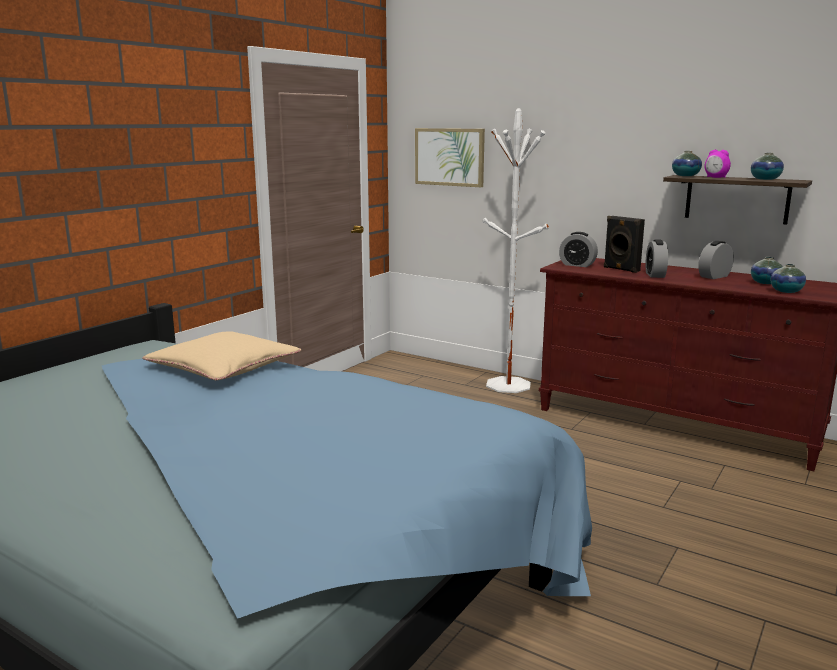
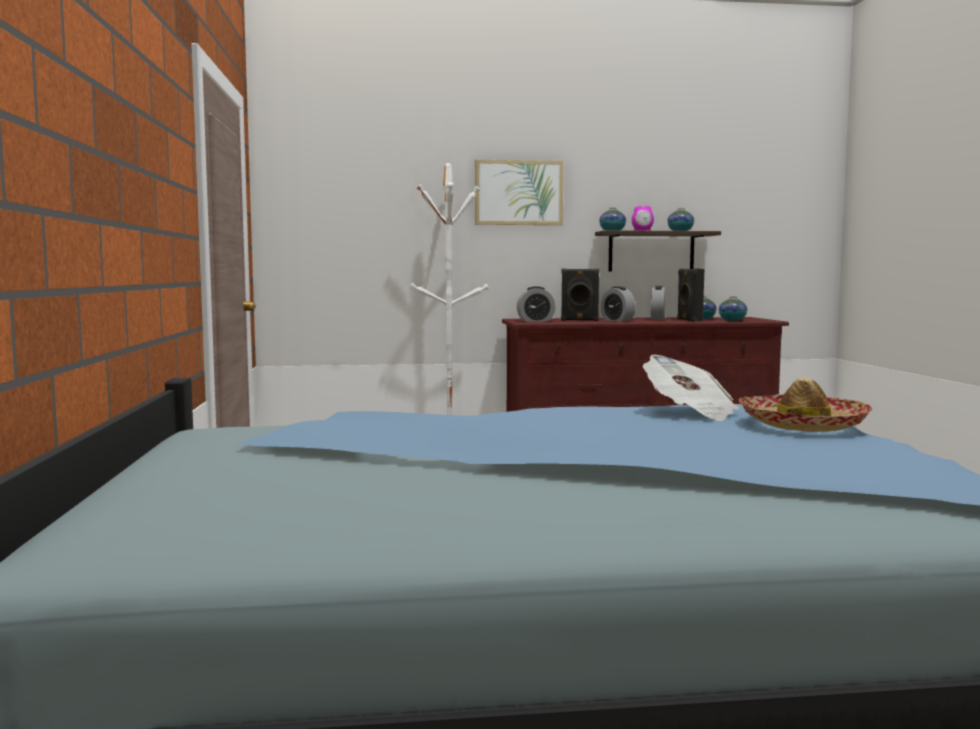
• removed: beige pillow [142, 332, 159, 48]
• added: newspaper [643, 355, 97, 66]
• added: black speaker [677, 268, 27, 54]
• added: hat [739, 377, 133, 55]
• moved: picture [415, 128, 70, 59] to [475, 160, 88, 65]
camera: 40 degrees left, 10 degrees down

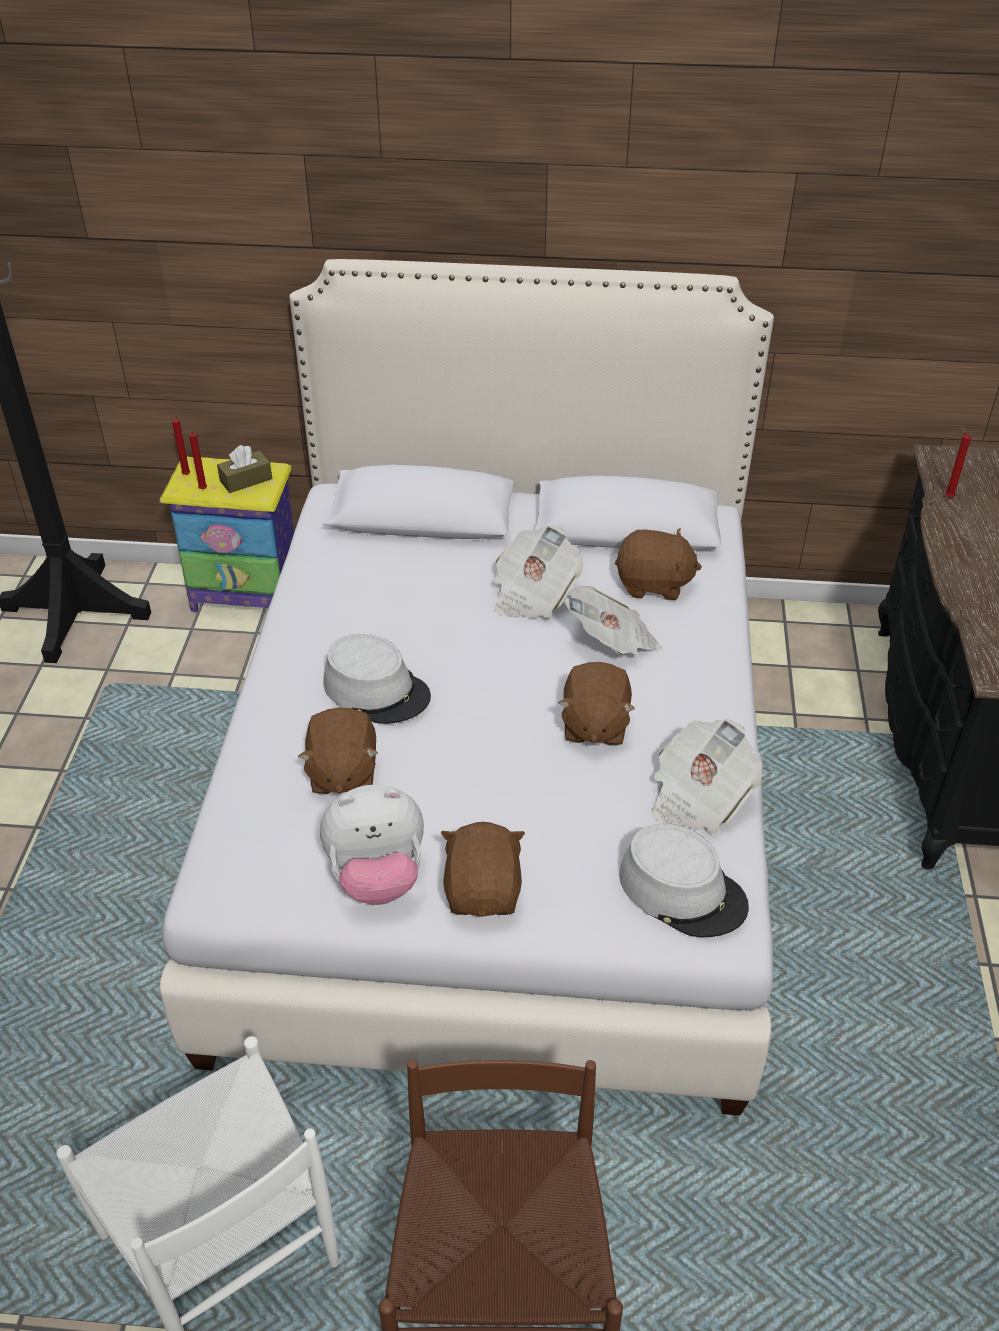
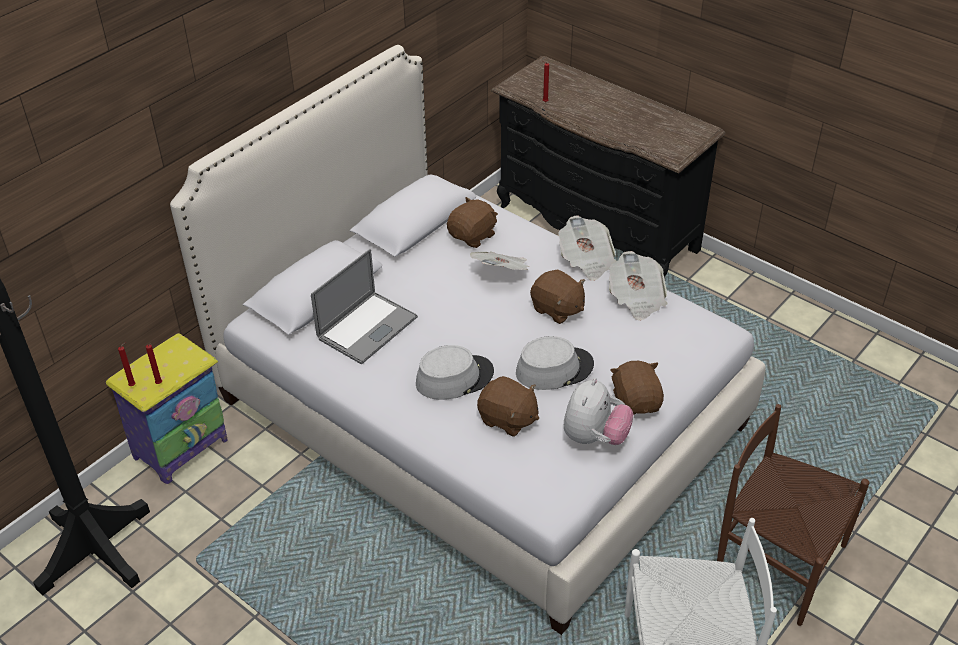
• removed: brown tissue box [217, 445, 55, 48]
• added: laptop [311, 249, 107, 115]
• moved: newspaper [493, 525, 90, 94] to [558, 215, 59, 66]
• moved: grey hat [619, 824, 130, 114] to [516, 336, 78, 54]
• turned: brown plush toy [441, 822, 84, 95] = [610, 361, 54, 54] 45 degrees clockwise
camera: 55 degrees left, 0 degrees up

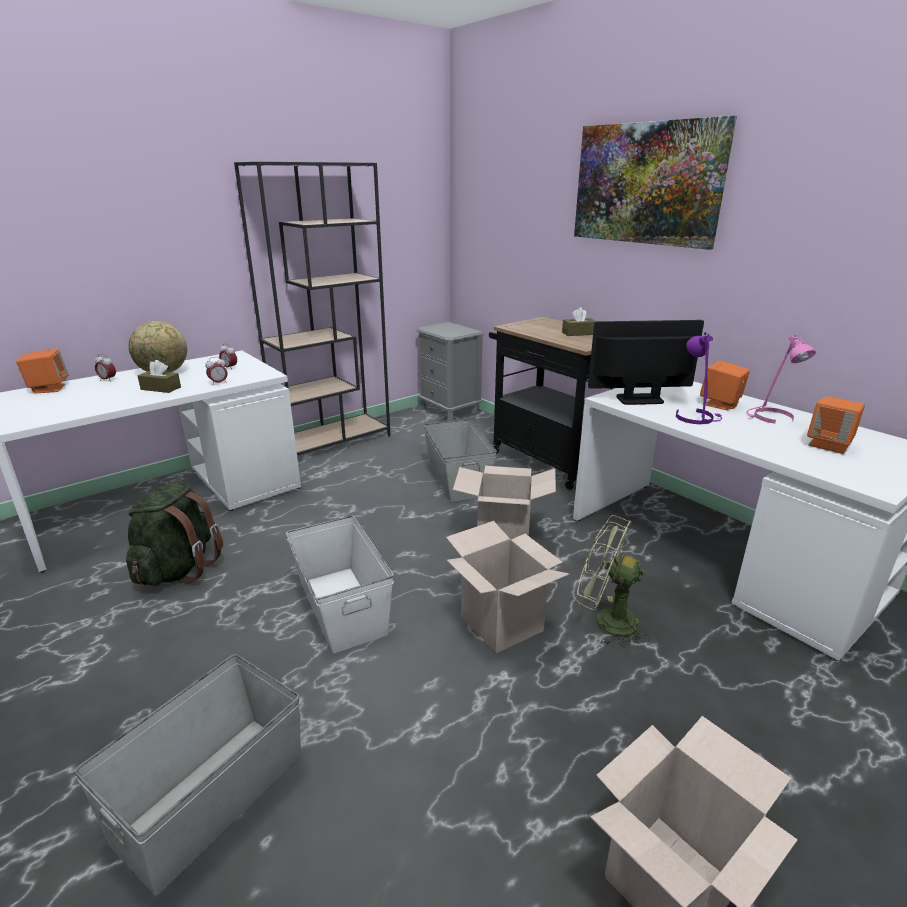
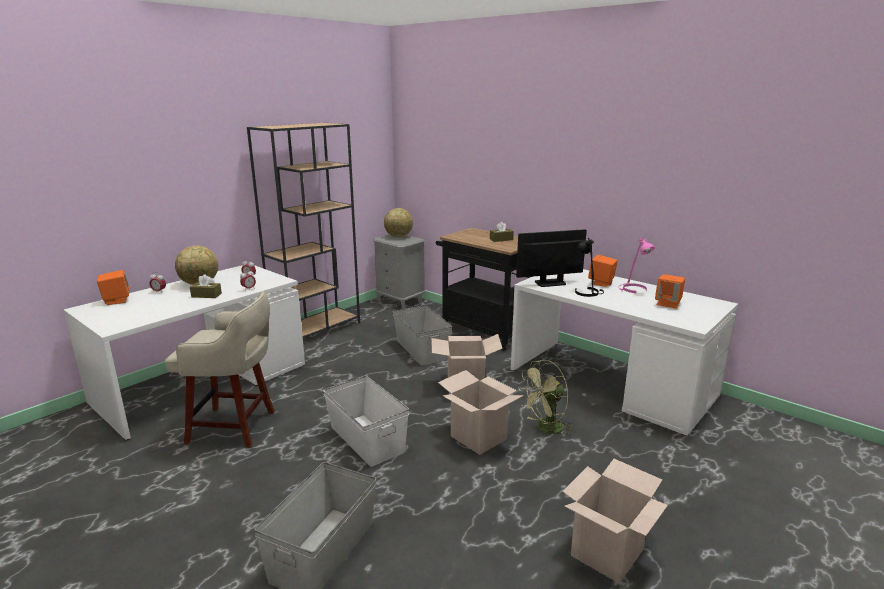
• removed: picture [574, 116, 163, 134]
• added: globe [384, 208, 29, 29]
• replaced: green backpack [126, 483, 97, 103] to beige stool [165, 291, 110, 157]
• recoloured: purple table lamp [676, 332, 46, 92] to black table lamp [575, 238, 29, 59]
• turned: green fan [576, 515, 74, 133] = [518, 360, 55, 79] 45 degrees counterclockwise
camera: 10 degrees left, 5 degrees down

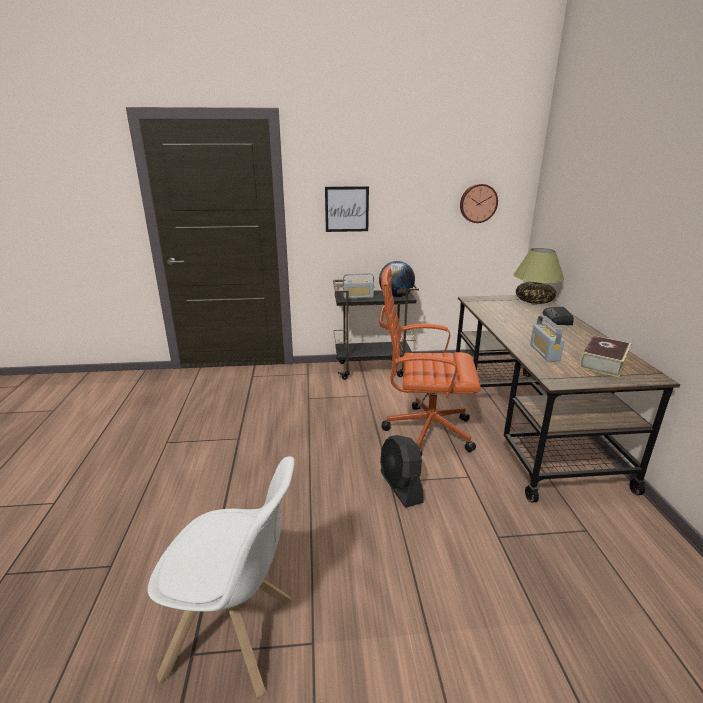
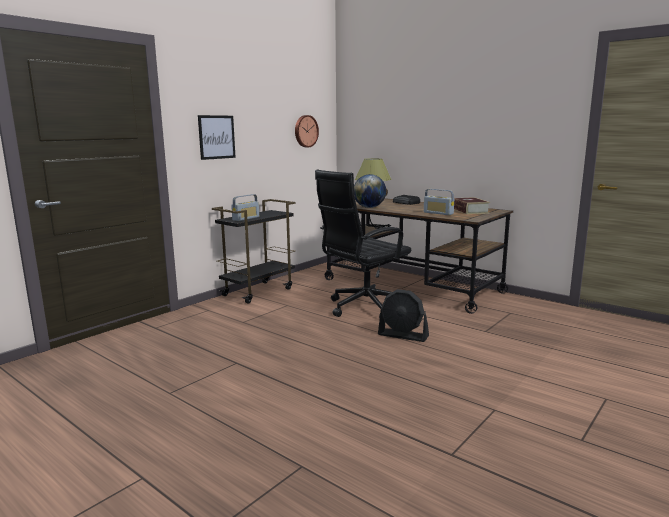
• removed: white chair [148, 456, 147, 242]
• moved: globe [379, 261, 36, 36] to [354, 174, 32, 34]
• recoloured: orange office chair [379, 266, 102, 191] to black office chair [315, 169, 96, 150]
camera: 45 degrees left, 10 degrees down

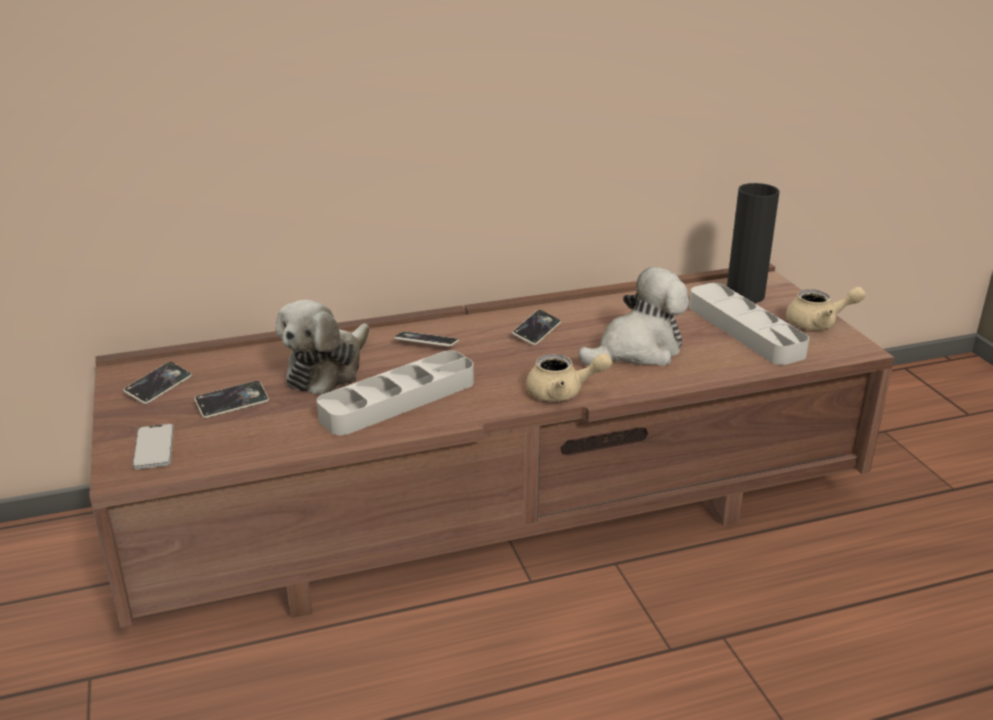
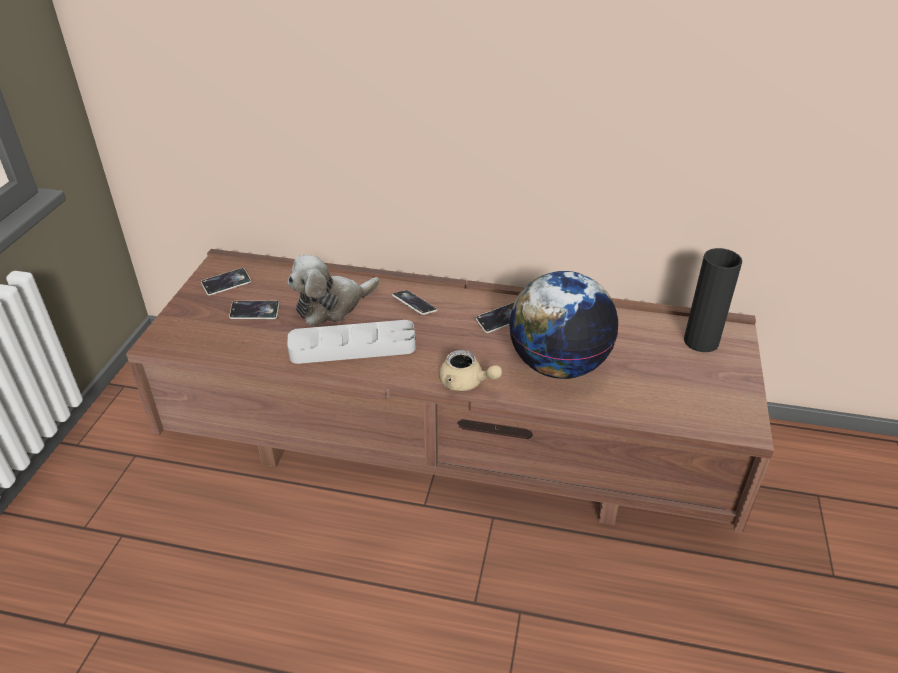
• removed: phone [133, 424, 41, 45]
• removed: grey tray [689, 283, 120, 82]
• removed: beige teapot [786, 287, 80, 43]
• replaced: plush toy [578, 267, 111, 99] to globe [509, 271, 109, 108]
camera: 30 degrees right, 10 degrees up

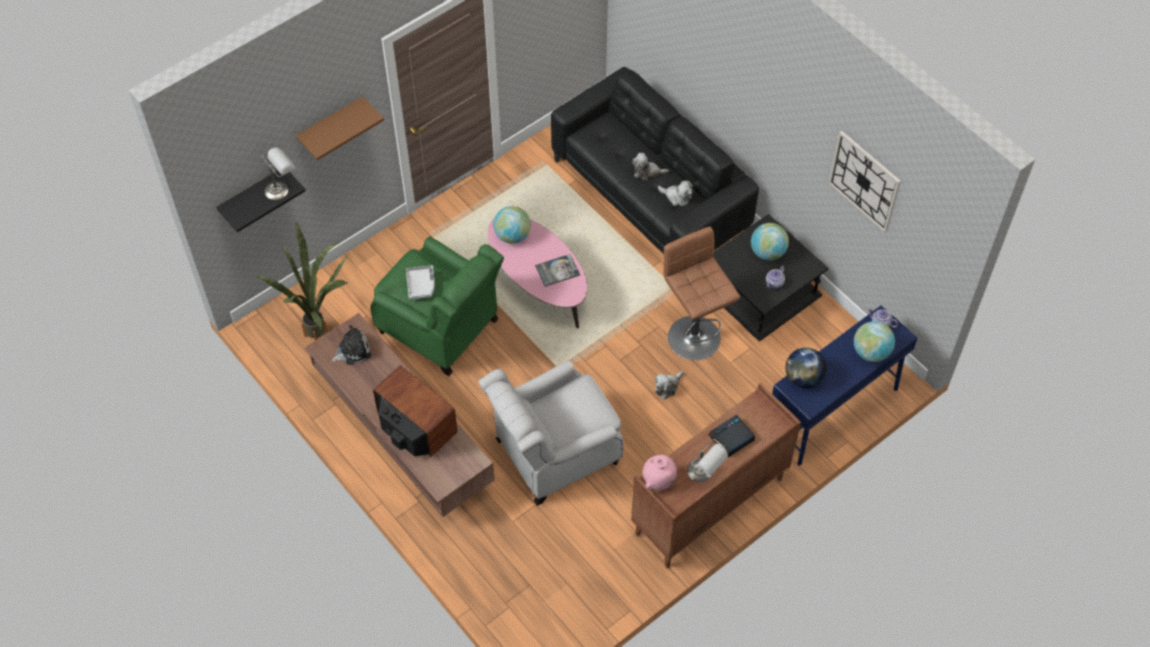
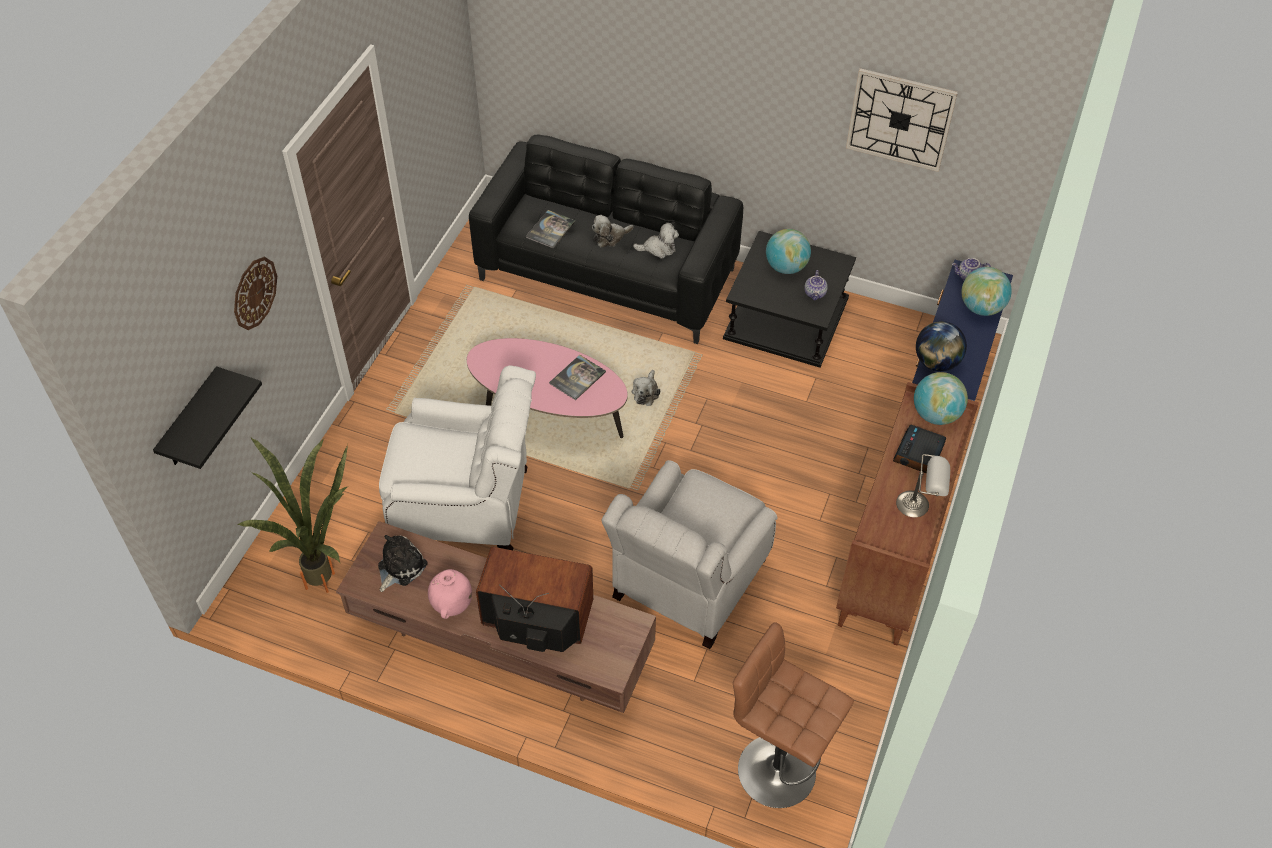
• removed: white table lamp [261, 147, 34, 53]
• removed: grey tray [406, 265, 29, 35]
• added: book [526, 210, 50, 38]
• moved: globe [493, 206, 38, 38] to [914, 372, 54, 53]
• moved: pink vase [643, 455, 34, 36] to [428, 569, 44, 50]
• moved: plush toy [655, 371, 29, 28] to [632, 370, 28, 36]
• moved: brown stool [663, 227, 77, 133] to [733, 622, 121, 186]
• replaced: brown shelf [296, 96, 88, 64] to wall clock [234, 257, 43, 73]
• recoloured: green armchair [371, 236, 133, 140] to white armchair [379, 365, 157, 185]
camera: 30 degrees left, 5 degrees down

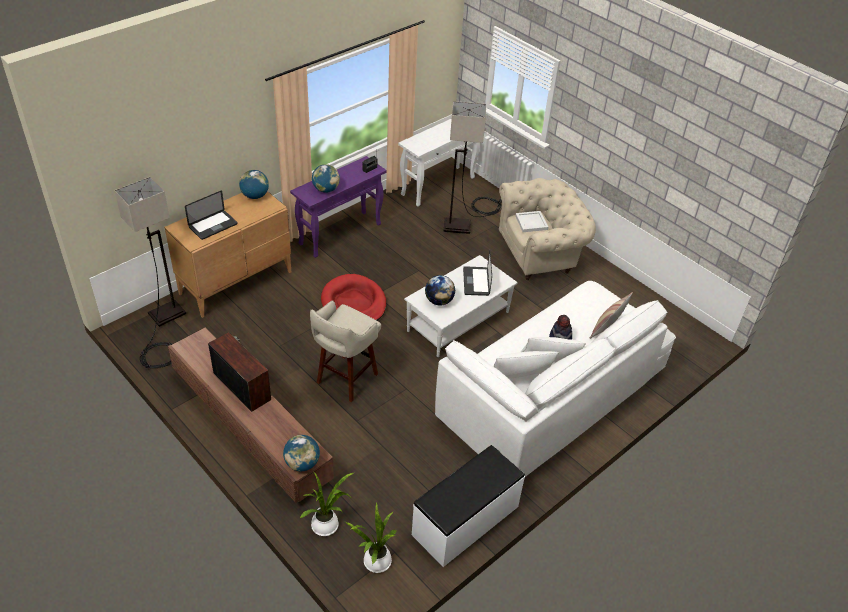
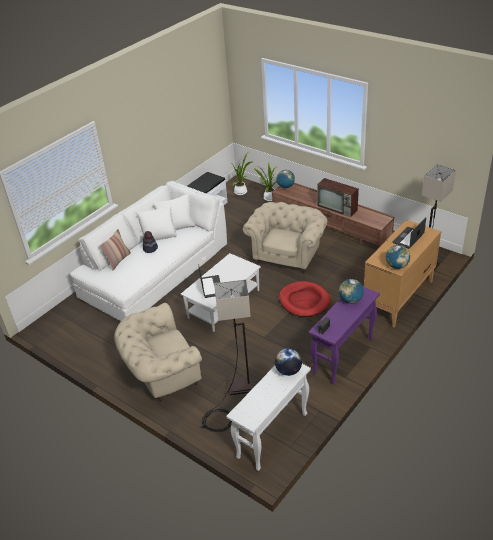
• removed: white tray [515, 211, 33, 21]
• moved: globe [425, 275, 30, 31] to [275, 348, 27, 28]
• replaced: beige stool [310, 300, 71, 103] to beige armchair [243, 202, 84, 71]
camera: 175 degrees right, 5 degrees down

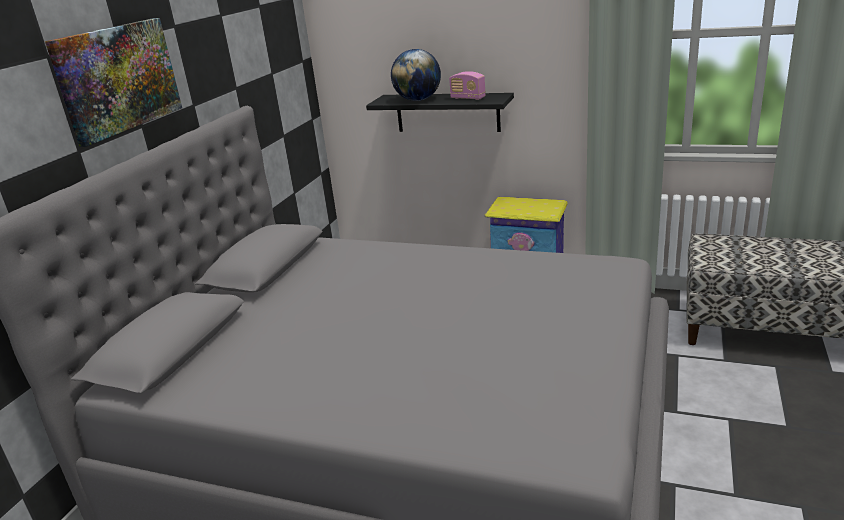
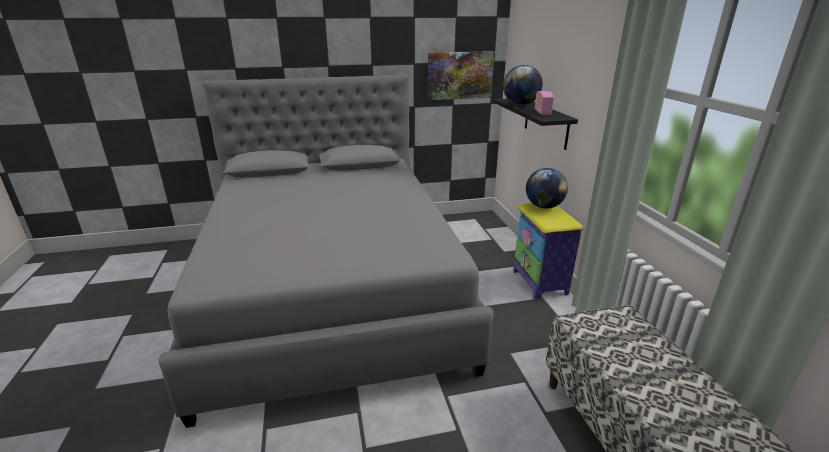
• added: globe [526, 168, 42, 41]
• moved: picture [45, 18, 137, 129] to [428, 51, 67, 49]
camera: 55 degrees right, 0 degrees up

